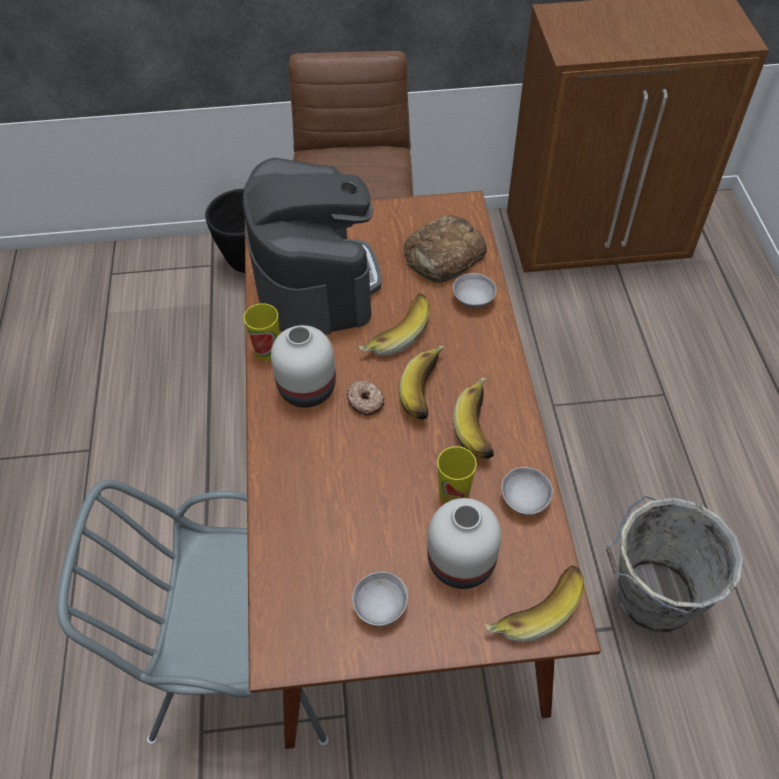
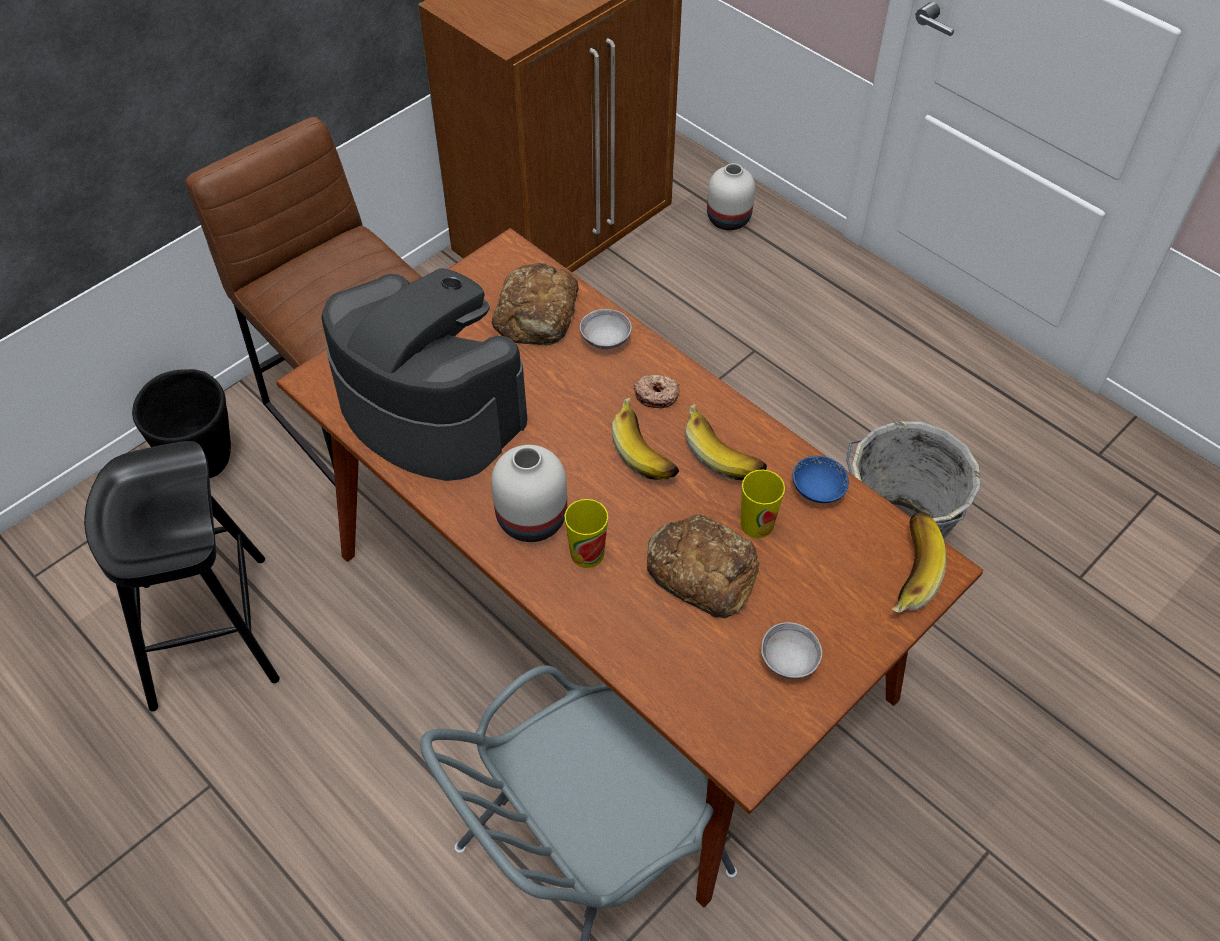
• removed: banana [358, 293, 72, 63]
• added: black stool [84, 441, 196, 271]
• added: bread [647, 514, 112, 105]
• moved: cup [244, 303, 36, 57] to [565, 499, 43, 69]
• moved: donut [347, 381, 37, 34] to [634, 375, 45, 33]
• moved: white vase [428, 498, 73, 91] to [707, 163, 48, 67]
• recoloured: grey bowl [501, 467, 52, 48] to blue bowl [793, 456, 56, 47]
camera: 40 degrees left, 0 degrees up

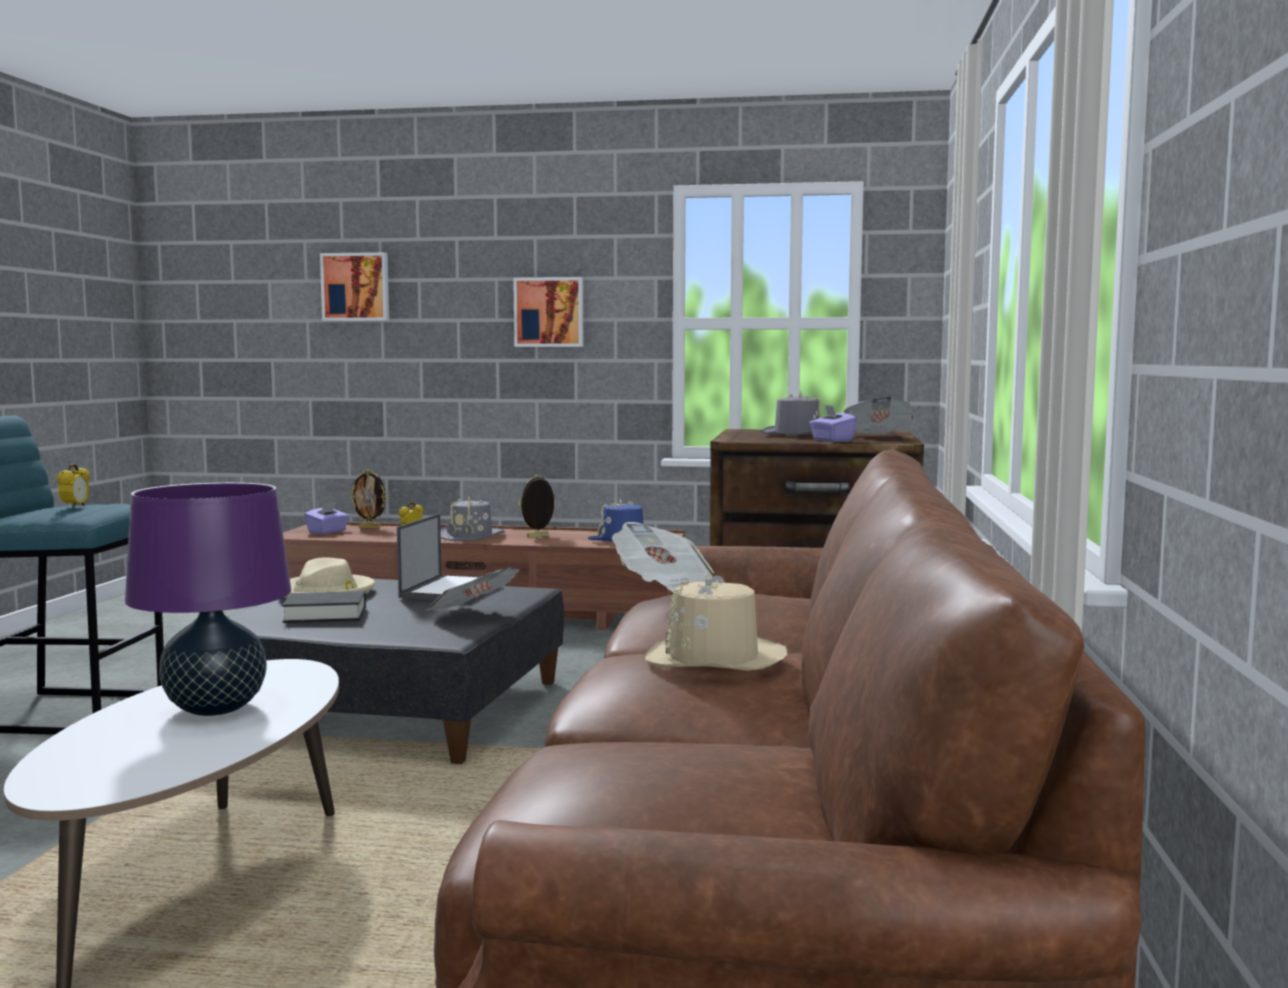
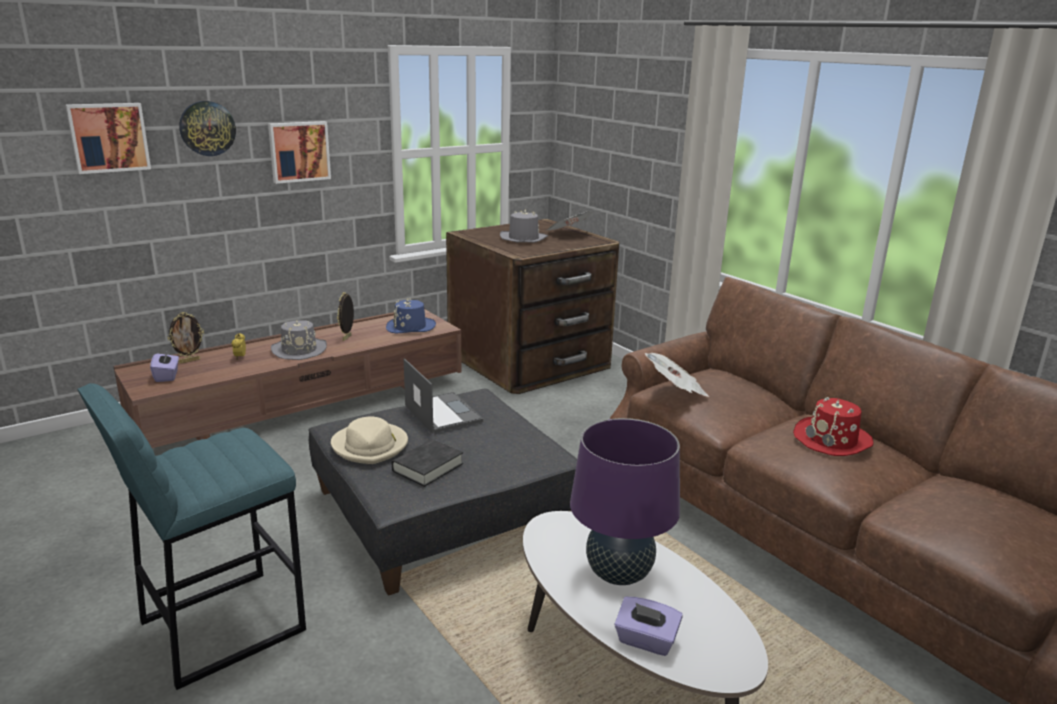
• removed: alarm clock [57, 464, 33, 44]
• removed: newspaper [426, 567, 94, 44]
• added: wall clock [179, 101, 57, 55]
• moved: purple tissue box [809, 405, 48, 37] to [614, 597, 69, 59]
• recoloured: beige hat [645, 572, 142, 99] to red hat [793, 397, 80, 59]
camera: 45 degrees left, 15 degrees up

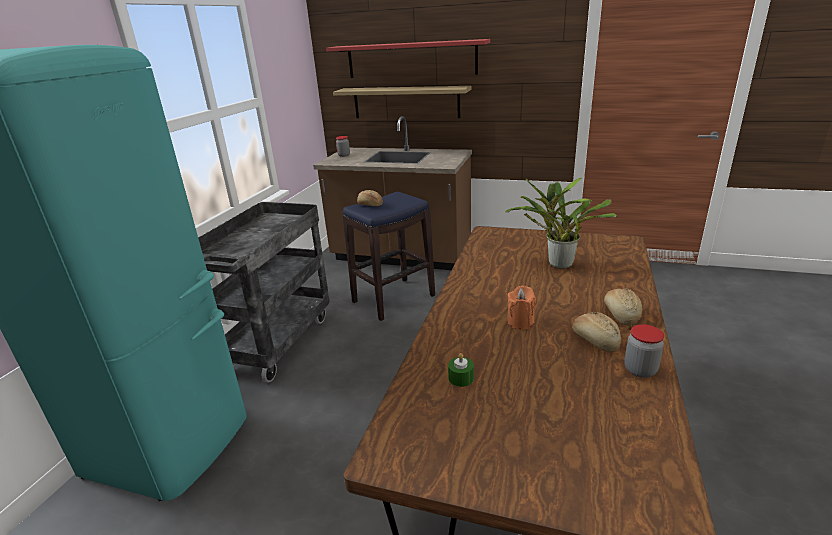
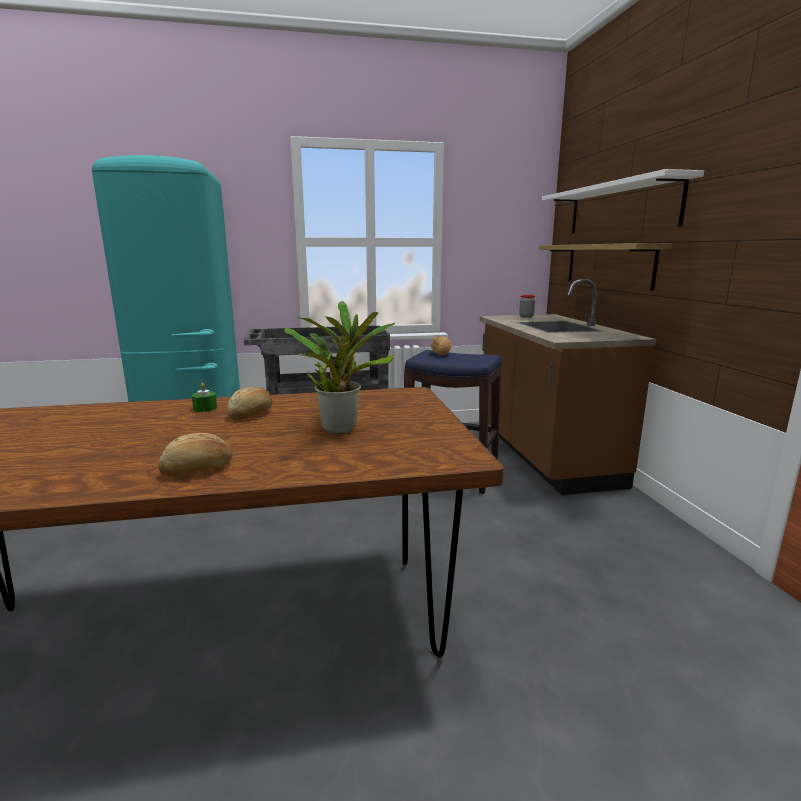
• removed: orange candle [507, 286, 29, 44]
• removed: jar [624, 324, 40, 54]
• moved: green candle [448, 353, 26, 34] to [192, 383, 25, 29]
• moved: bread [572, 312, 49, 40] to [227, 387, 45, 33]
• recoloured: red shelf [326, 39, 164, 39] to white shelf [542, 169, 162, 64]
camera: 60 degrees right, 10 degrees down

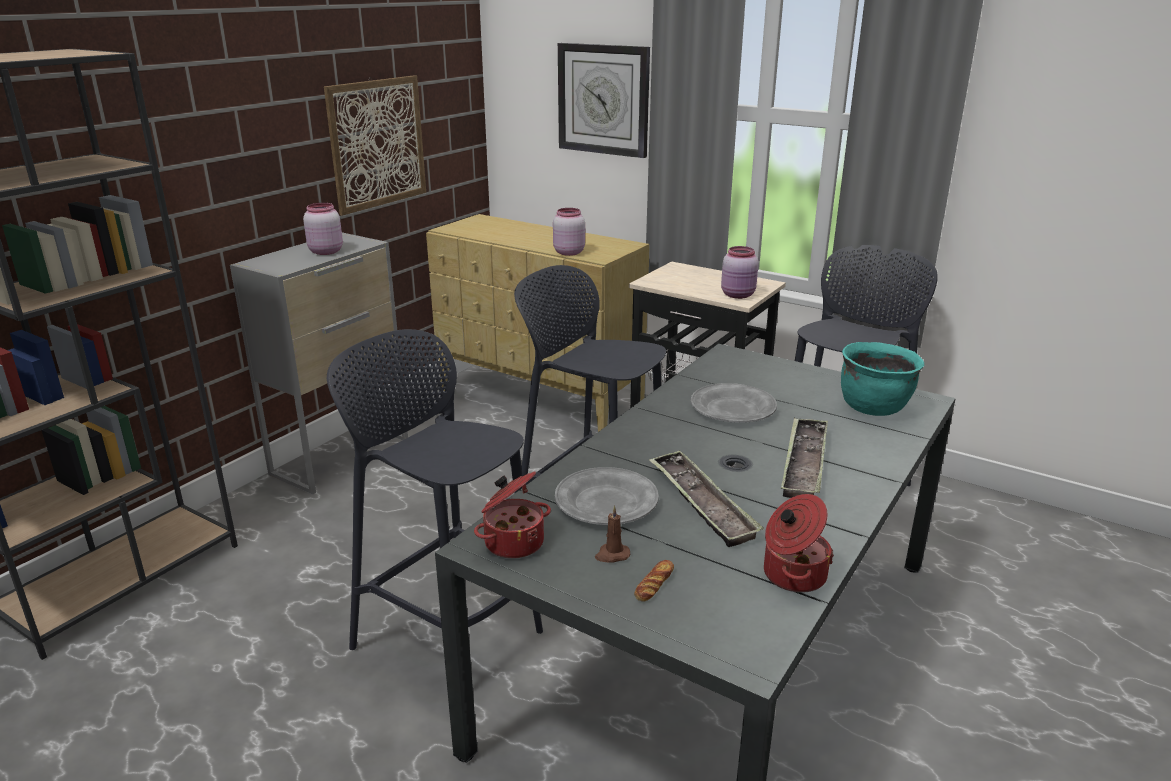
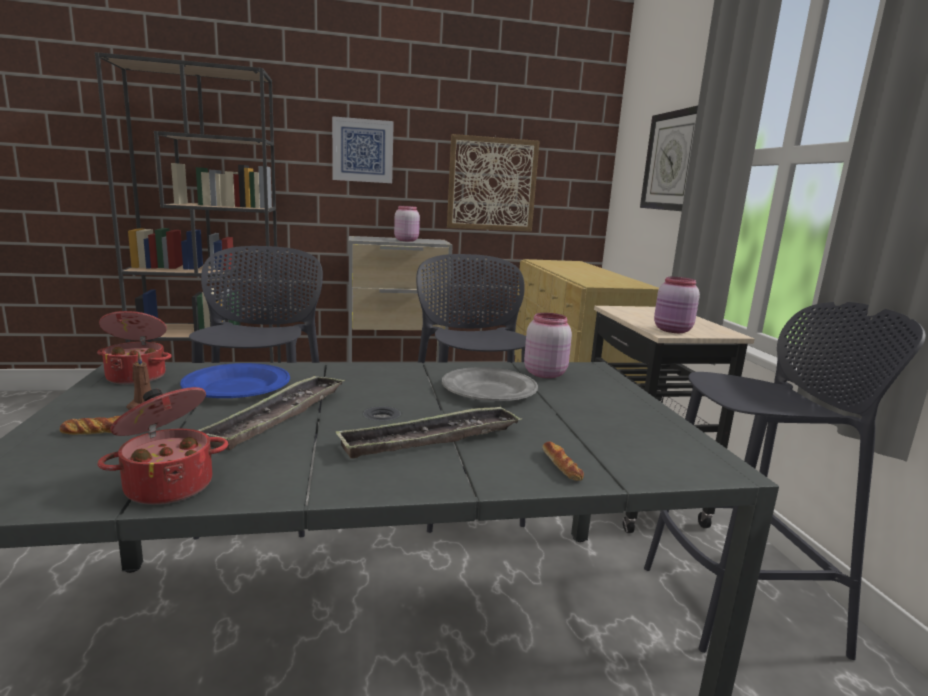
• removed: turquoise cooking pot [841, 342, 83, 74]
• added: picture [332, 116, 62, 67]
• added: bread [542, 442, 42, 39]
• moved: pink jar [553, 208, 32, 48] to [524, 313, 48, 65]
• recoloured: grey plate [555, 467, 104, 58] to blue plate [180, 363, 110, 35]
camera: 45 degrees right, 10 degrees down

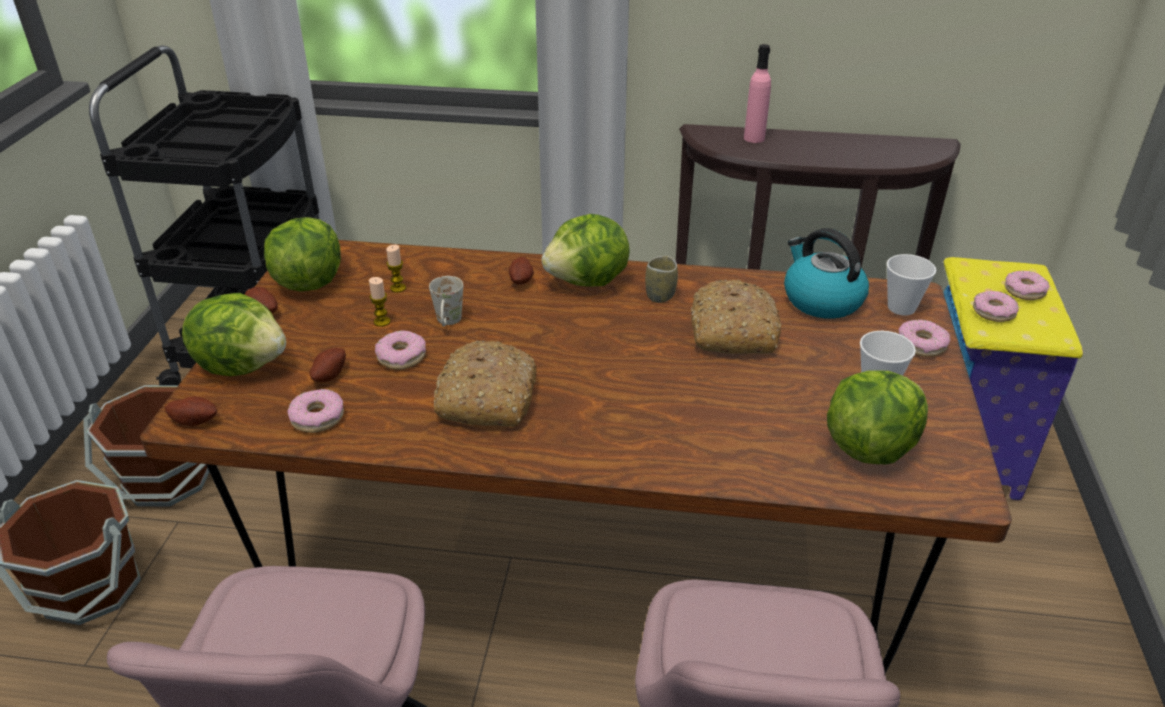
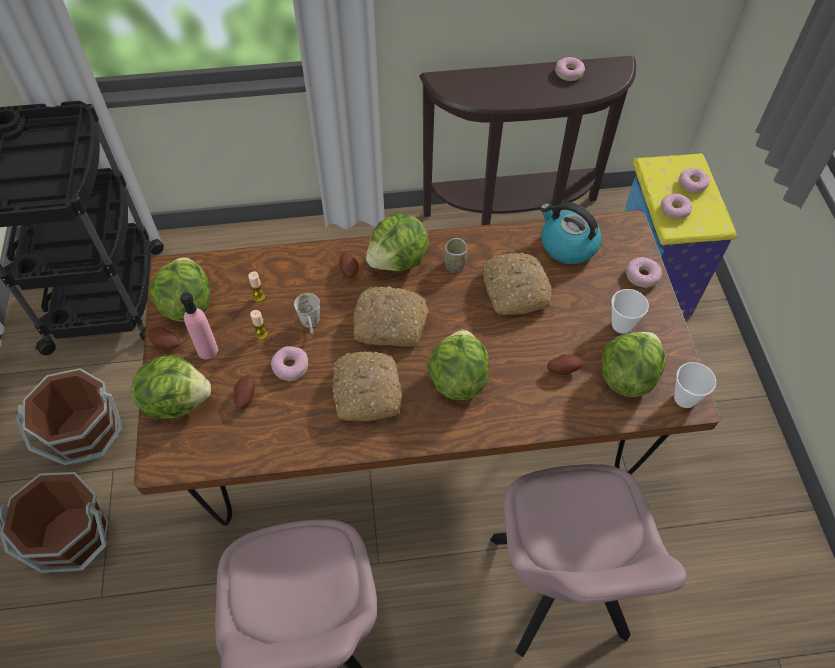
• added: bread [353, 286, 76, 61]
• added: lettuce [426, 330, 63, 70]
• moved: potato [165, 396, 52, 30] to [547, 354, 36, 21]
• moved: donut [288, 389, 56, 44] to [555, 57, 30, 24]
• moved: pink bottle [744, 44, 27, 99] to [180, 292, 38, 67]
• moved: cup [887, 254, 49, 62] to [674, 362, 42, 46]
camera: 15 degrees left, 20 degrees up

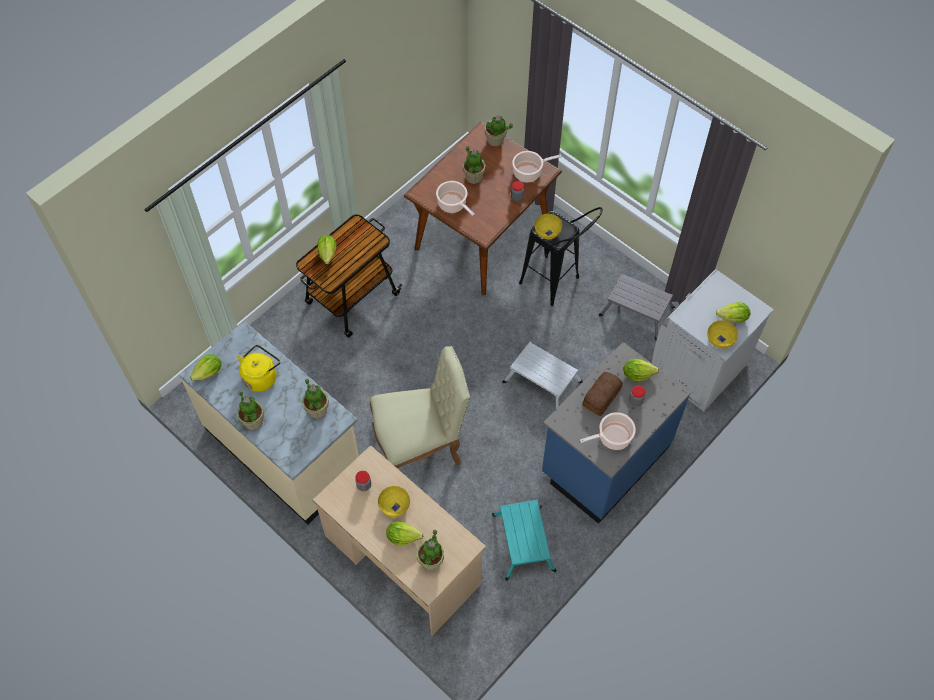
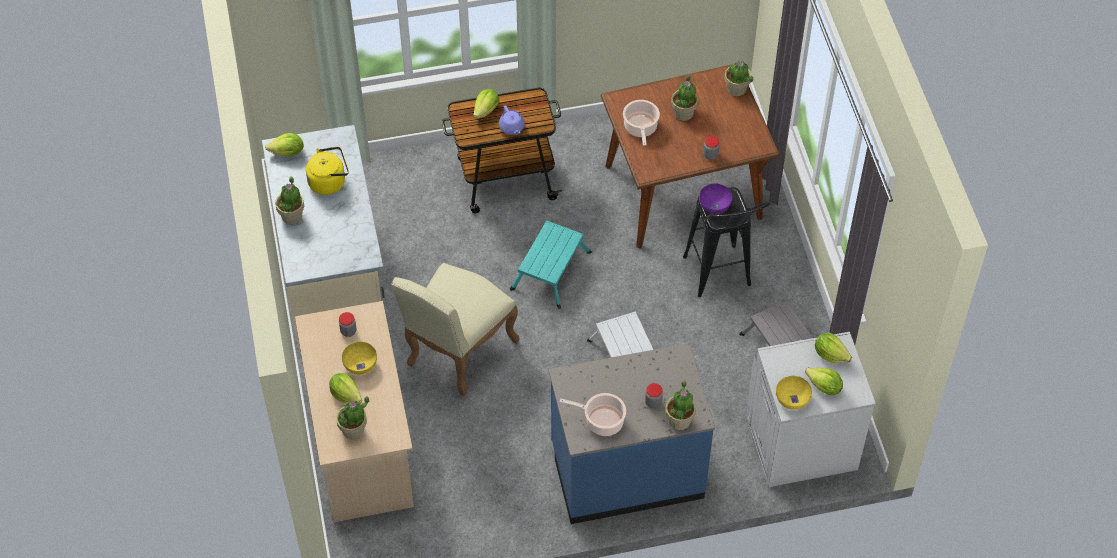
• removed: cooking pot [512, 151, 50, 31]
• removed: bread [582, 372, 40, 44]
• added: purple teapot [499, 105, 26, 30]
• moved: potted plant [302, 379, 27, 39] to [665, 381, 31, 49]
• moved: turquoise step ladder [492, 500, 65, 81] to [510, 220, 82, 89]
• moved: lettuce [623, 359, 36, 22] to [815, 333, 37, 30]
• recoloured: yellow bowl [535, 214, 27, 25] to purple bowl [699, 183, 33, 31]
• turned: beige chair [370, 346, 100, 123] = [391, 263, 129, 133] 105 degrees clockwise
camera: 35 degrees right, 5 degrees down

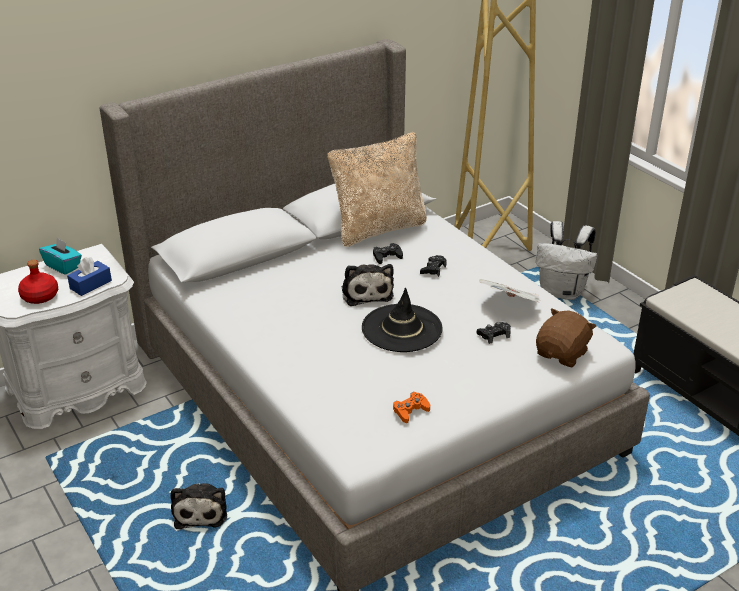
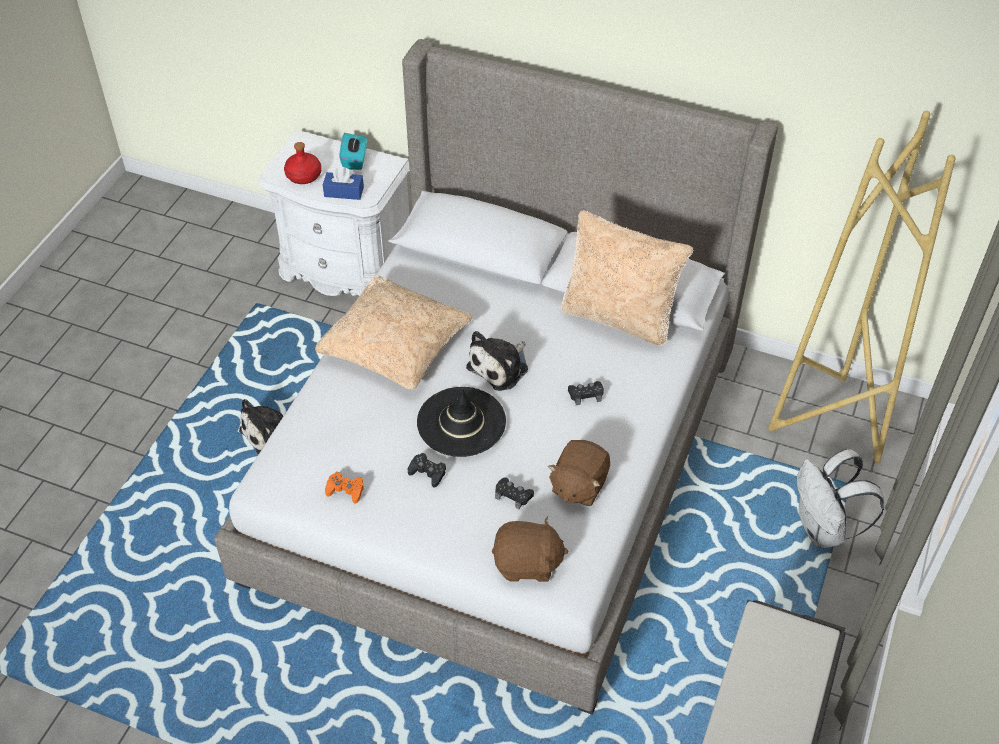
• added: beige pillow [315, 275, 158, 115]
• moved: black game controller [373, 243, 30, 21] to [408, 453, 38, 34]
• replaced: newspaper [479, 279, 62, 23] to brown plush toy [547, 440, 63, 66]
camera: 55 degrees right, 15 degrees up

